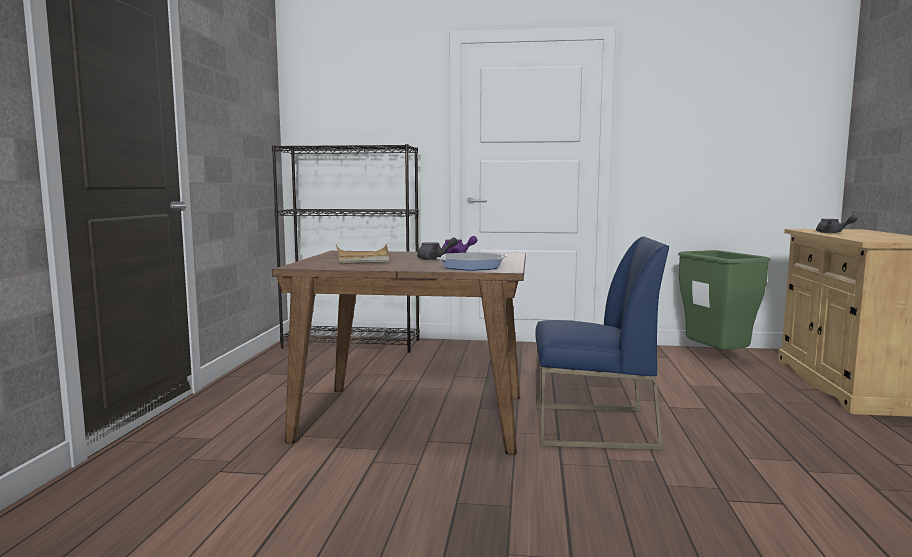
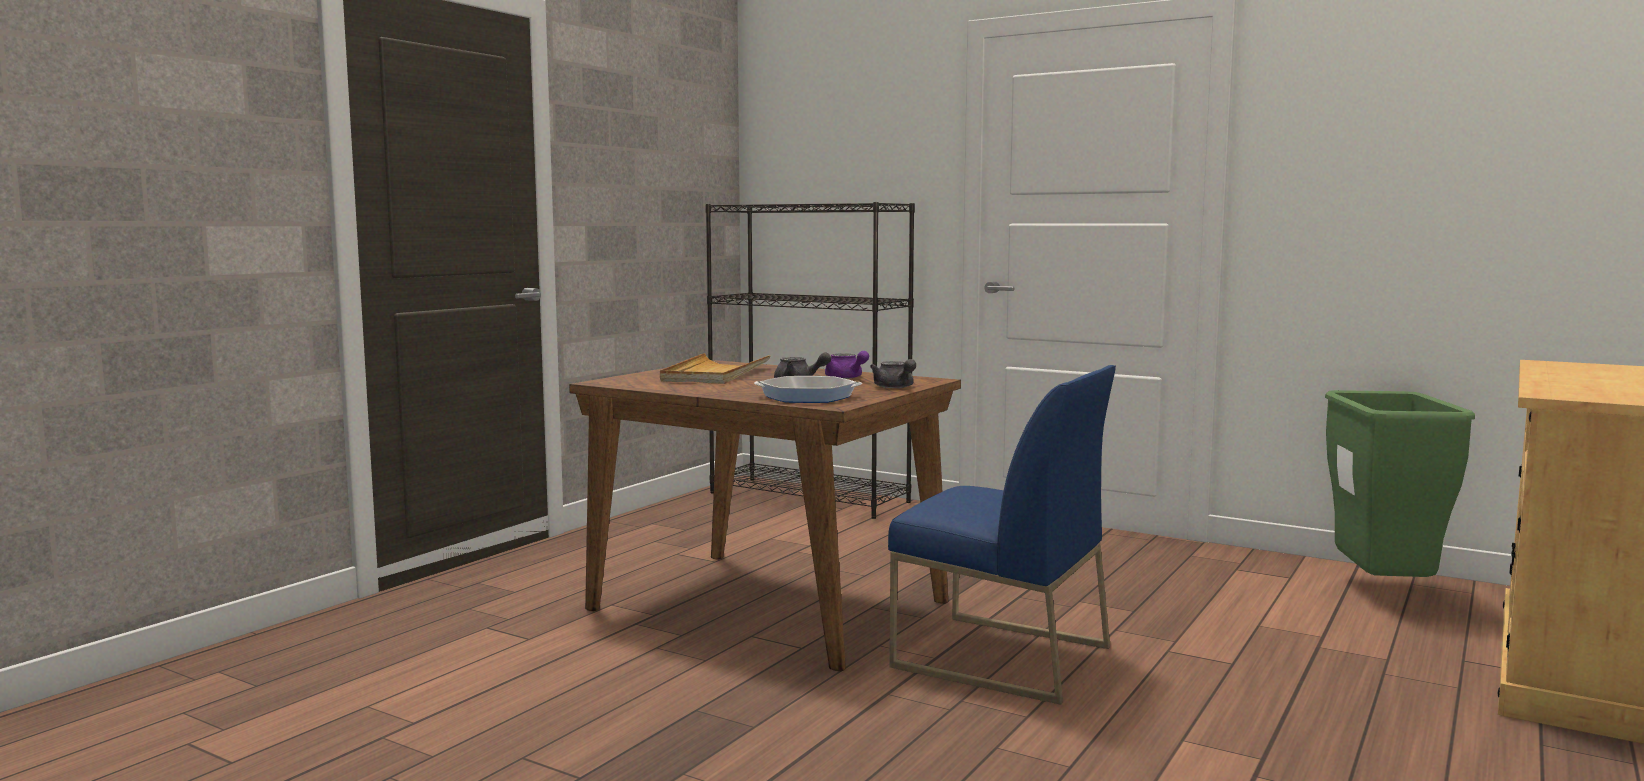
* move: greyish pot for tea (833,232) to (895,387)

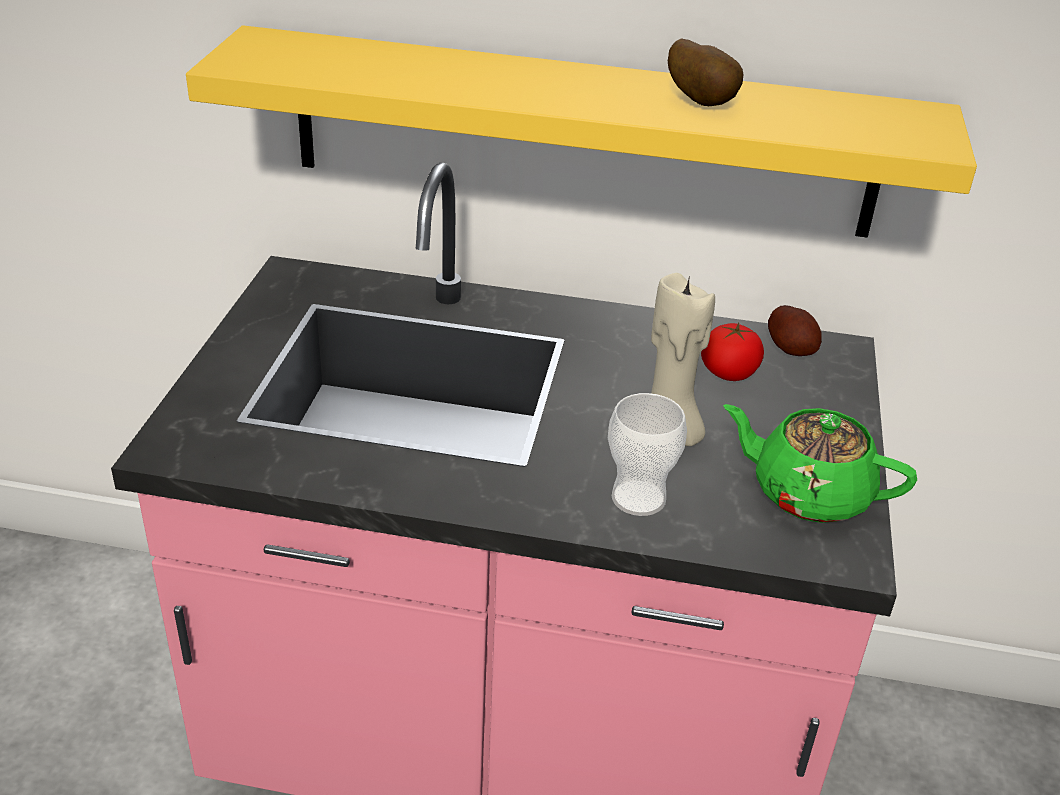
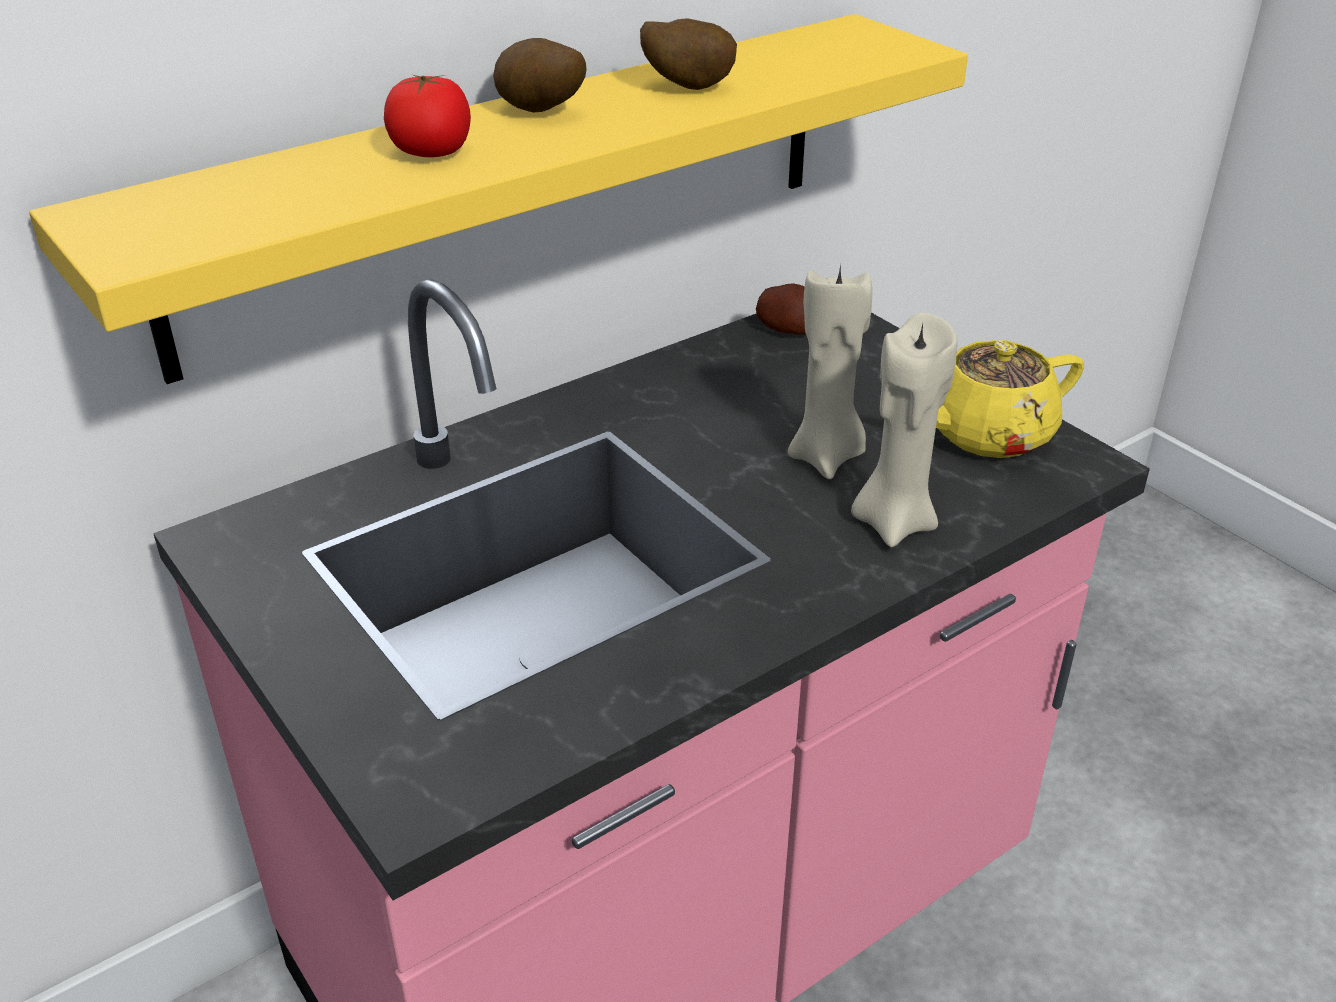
* replace: cup (638,498) to beige-coloured wax candle (894,522)
* move: fresh tomato (728,373) to (431,152)
* recolor: green pot for tea (808,493) to yellowish pot for tea (987,434)
* insert: spud (539,113)

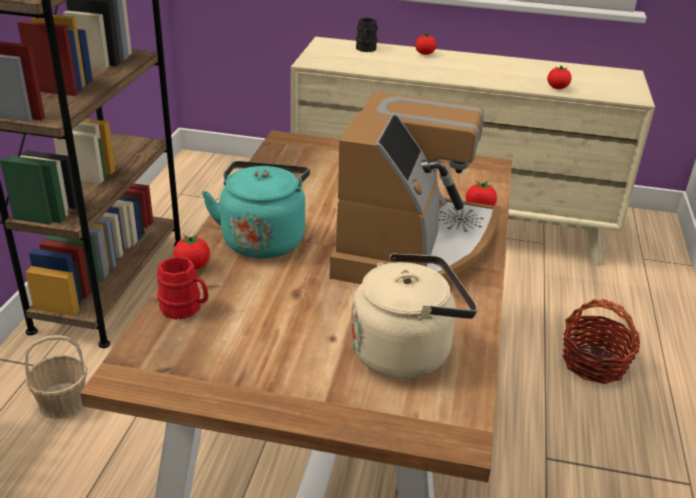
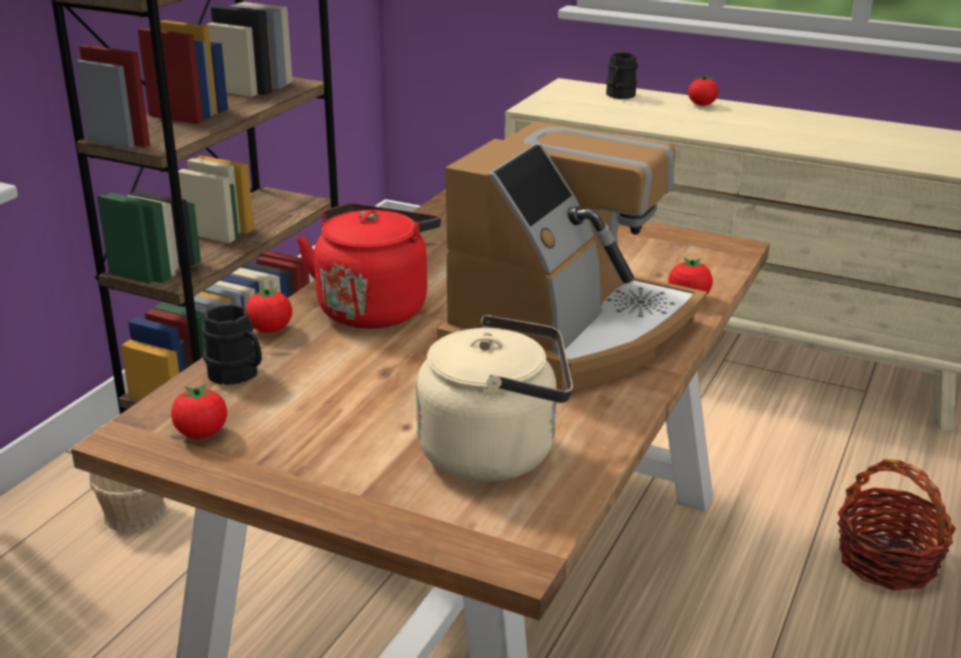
* recolor: red coffee mug (185,309) to black coffee mug (237,375)
* recolor: turquoise tea kettle (263,239) to red tea kettle (374,307)
* move: fresh tomato (557,88) to (202,433)

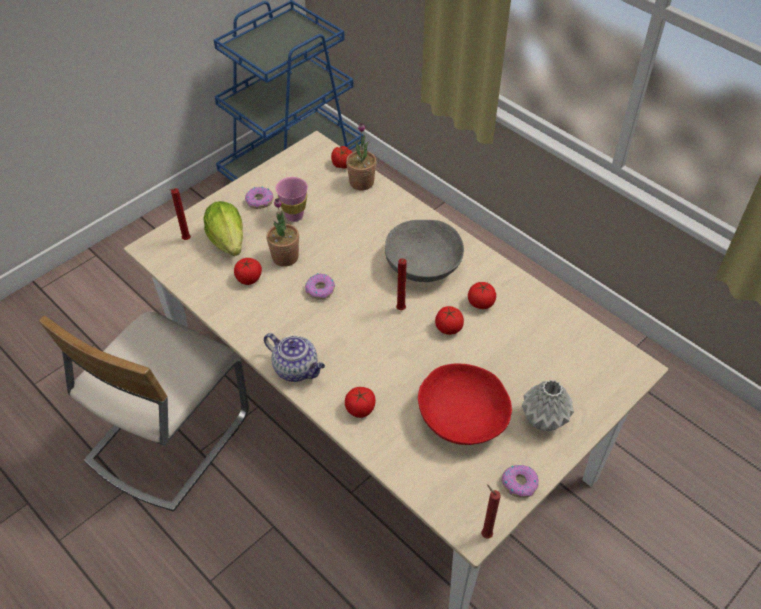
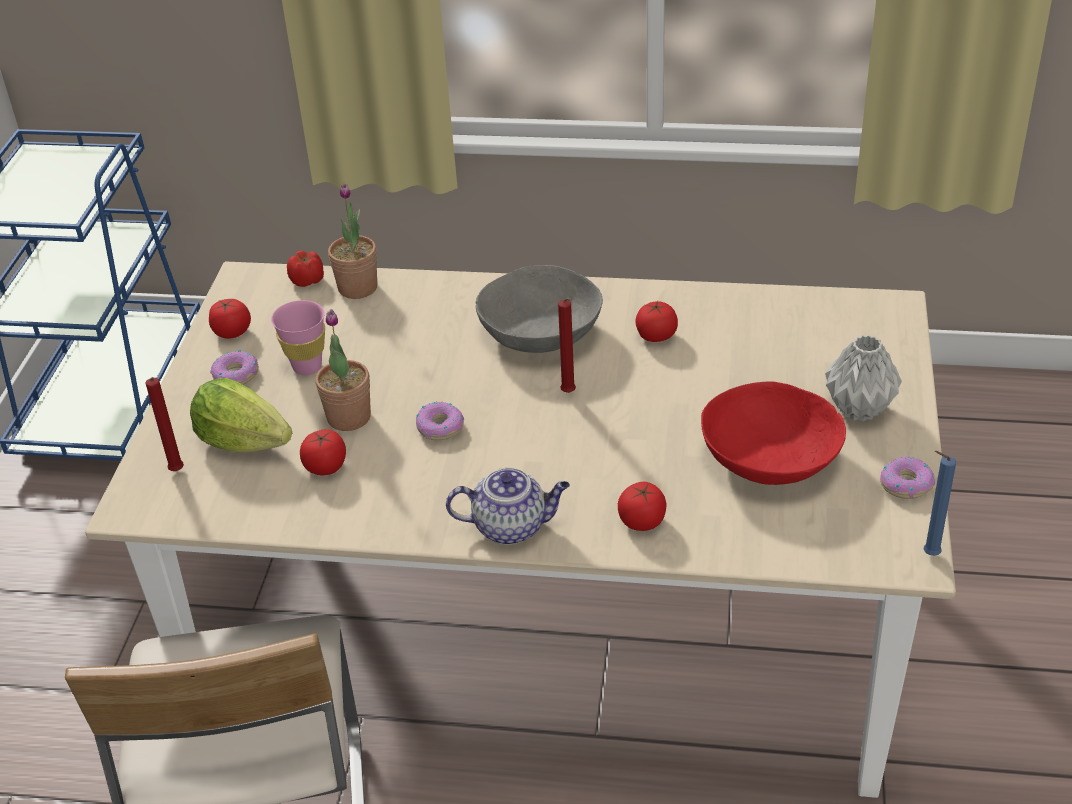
* move: fresh tomato (448,328) to (232,332)
* recolor: red wax candle (485,534) to blue-coloured wax candle (928,554)

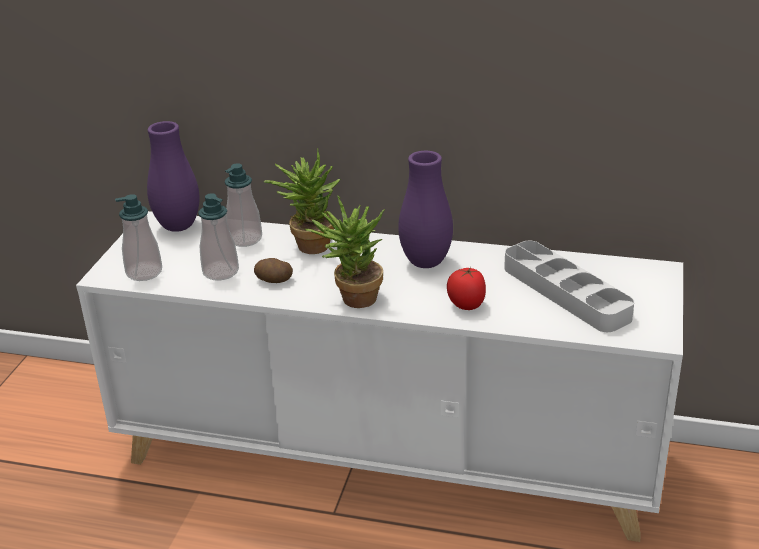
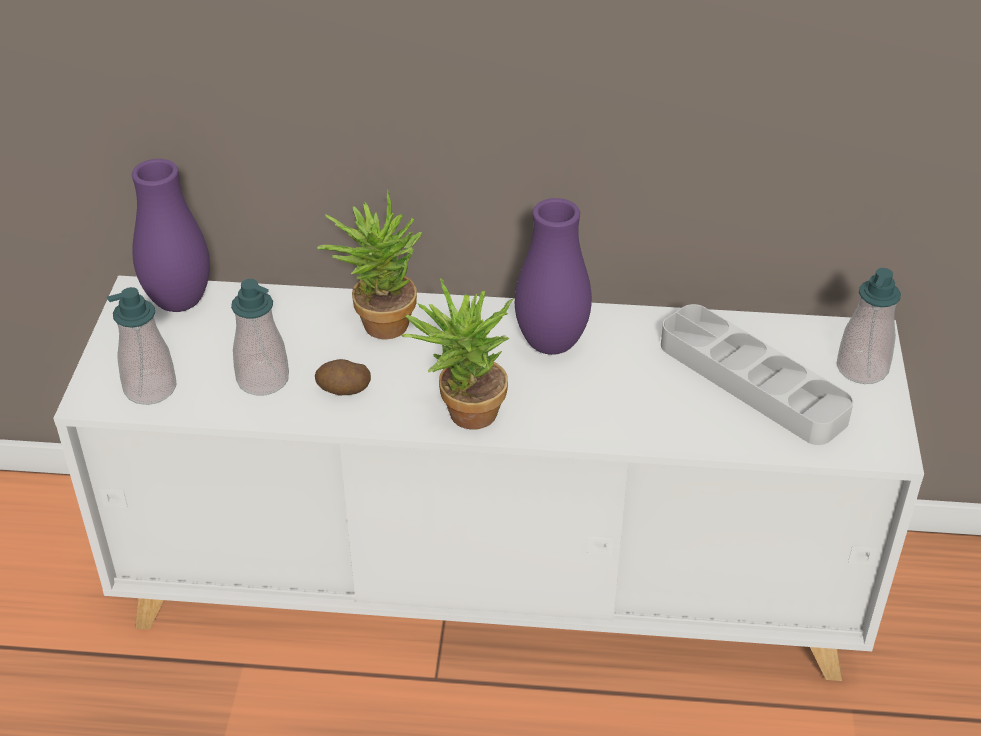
* move: liquid soap bottle (245,239) to (862,368)
* delete: fresh tomato (466,305)

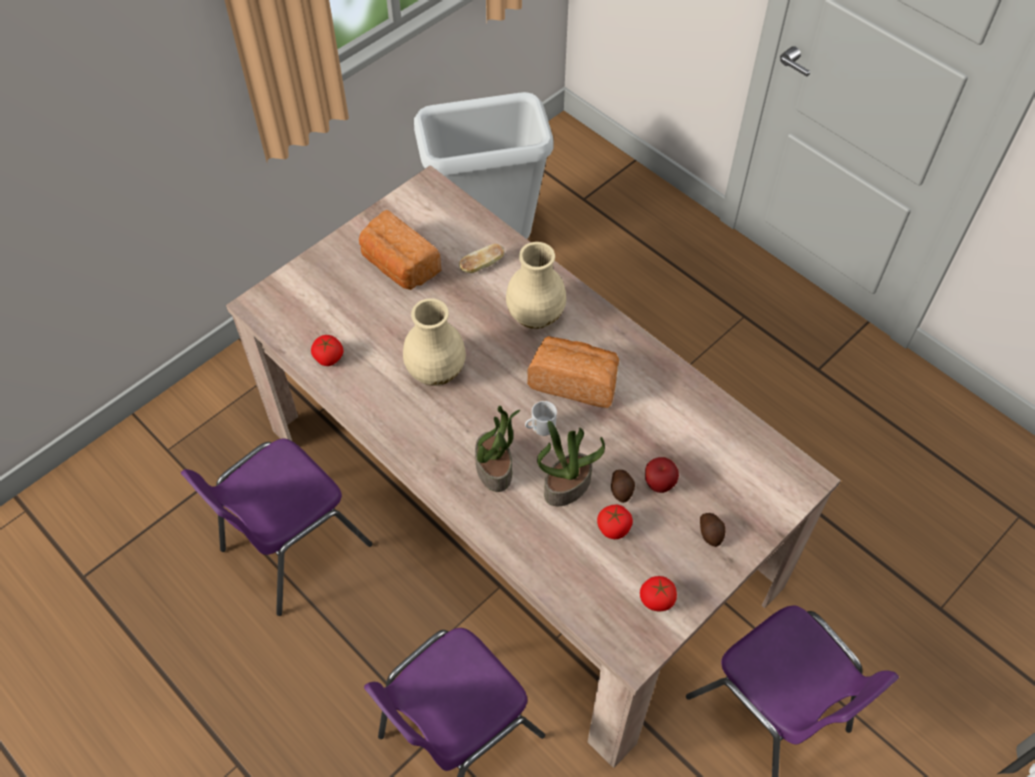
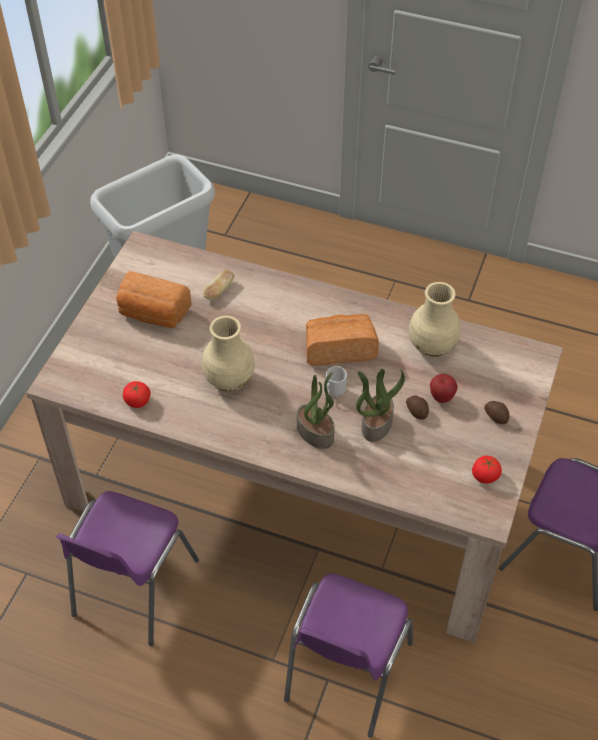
* move: beige-coloured decorative vase (536,315) to (432,346)
* delete: fresh tomato (614,528)

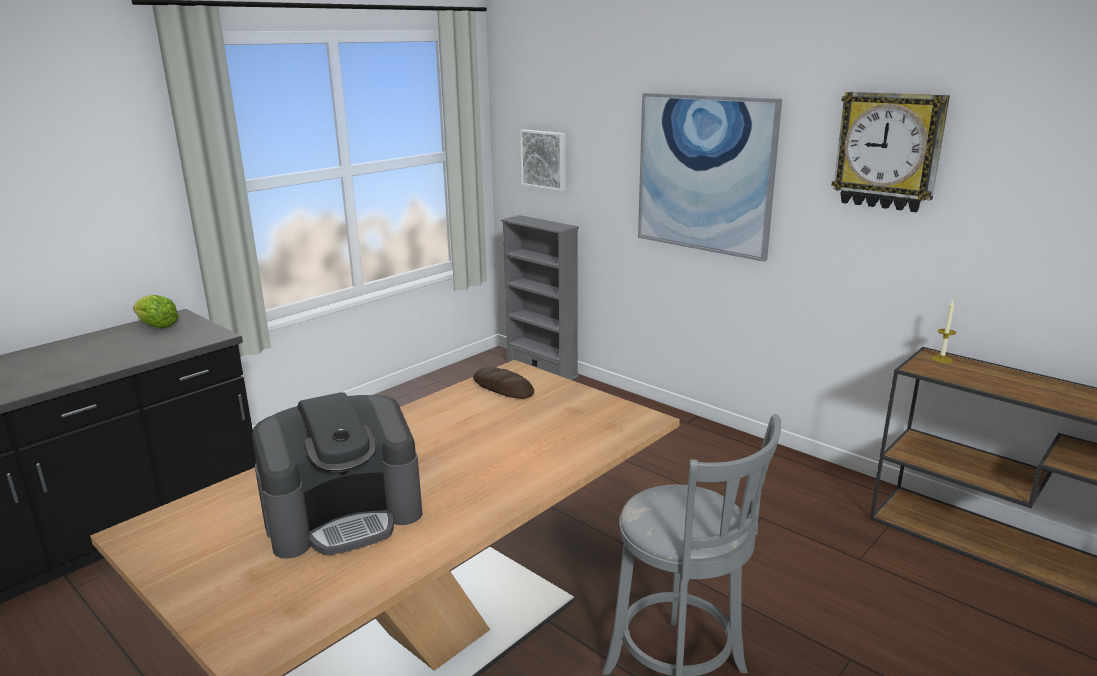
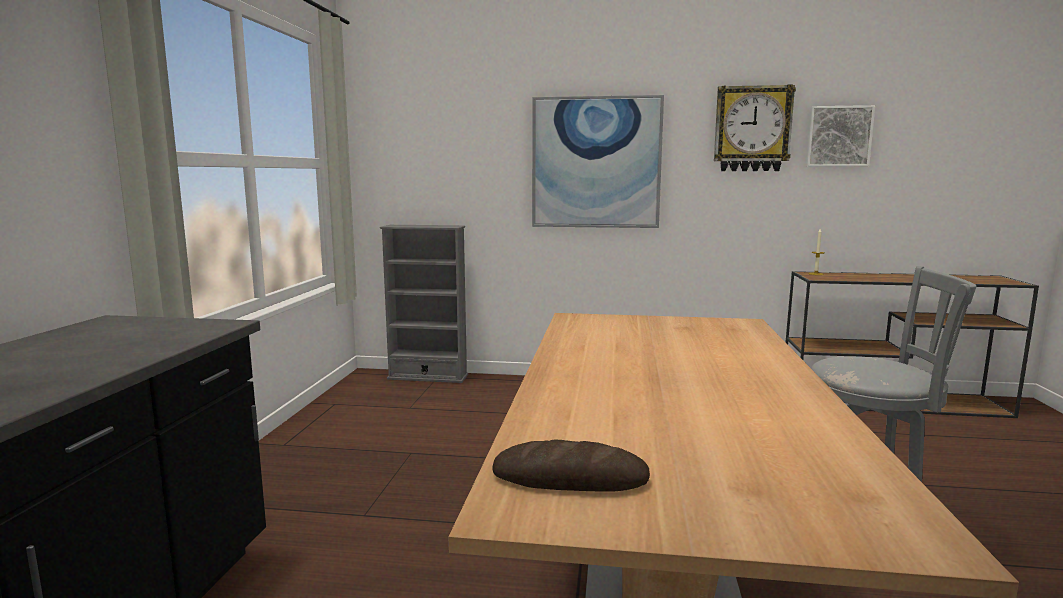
* delete: head of lettuce (156,326)
* delete: coffee brewer (344,515)
* move: bread (503,388) to (569,478)
* move: picture (544,159) to (838,136)

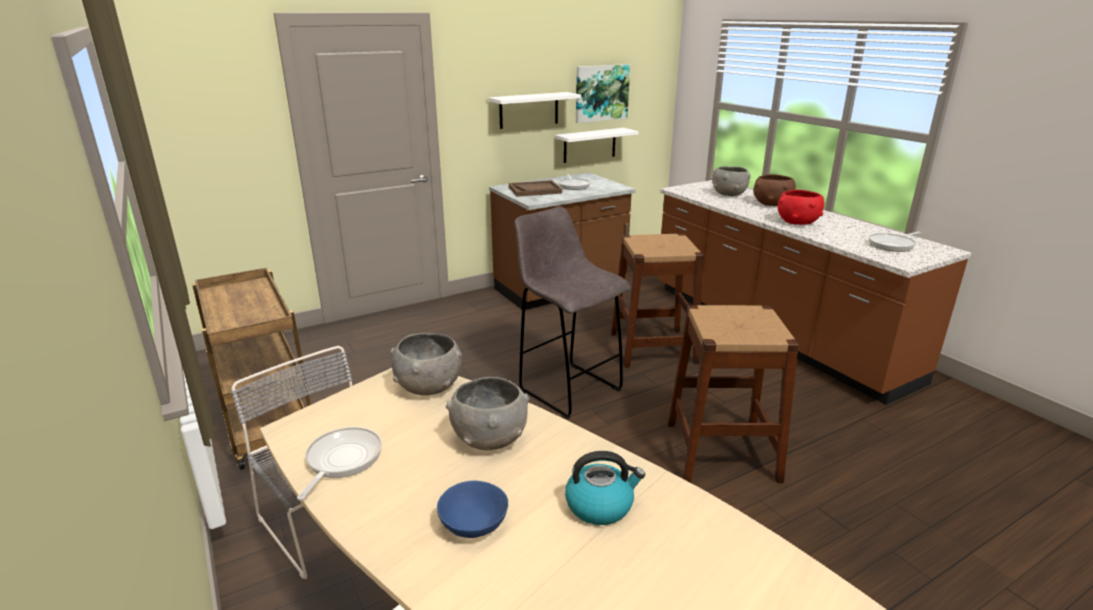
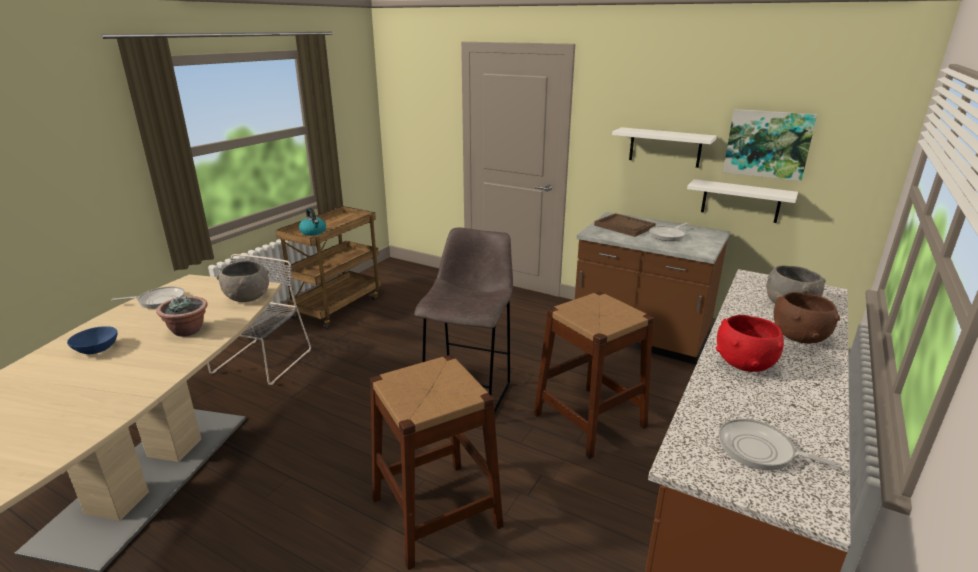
* replace: greyish serving bowl (489,439) to plant in a pot (188,330)
* move: tea kettle (600,505) to (313,232)

